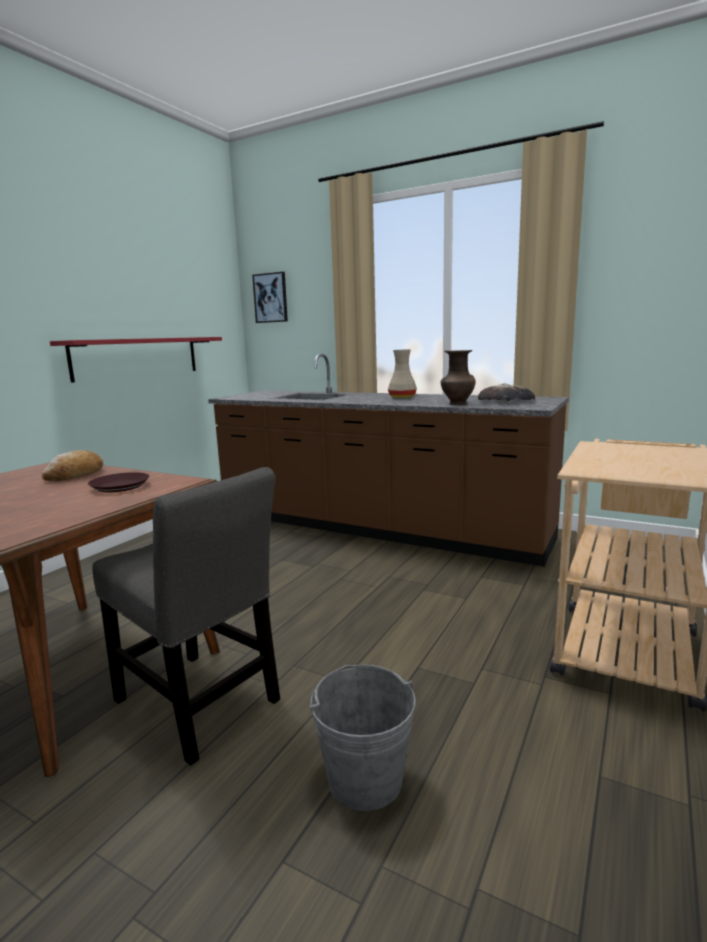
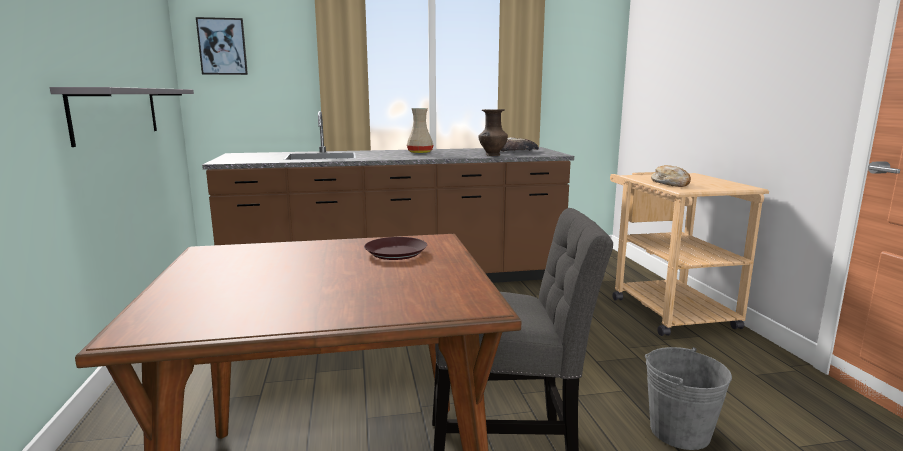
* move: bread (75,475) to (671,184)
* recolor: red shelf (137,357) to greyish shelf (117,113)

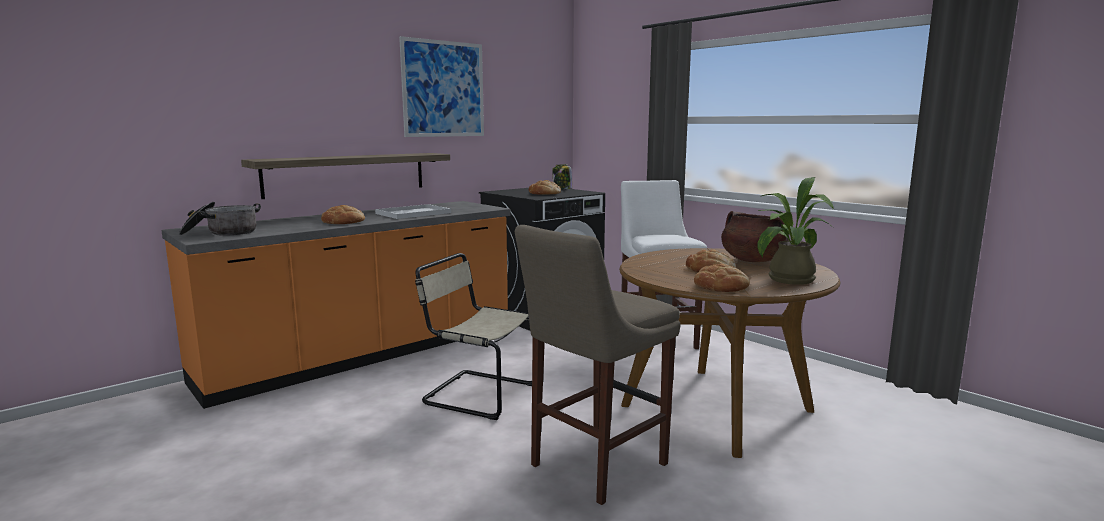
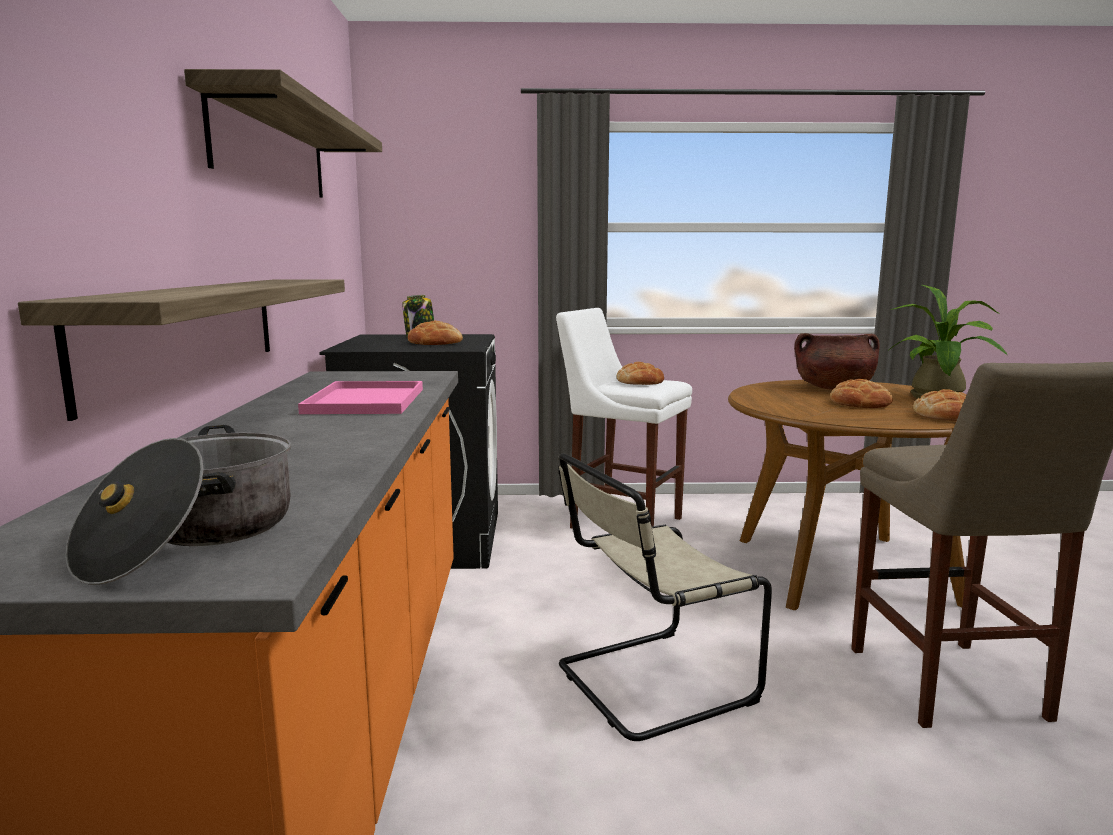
* move: bread (343,222) to (640,382)
* recolor: whitish carrying tray (414,213) to pinkish carrying tray (365,400)
* replace: picture (443,89) to shelf (273,150)

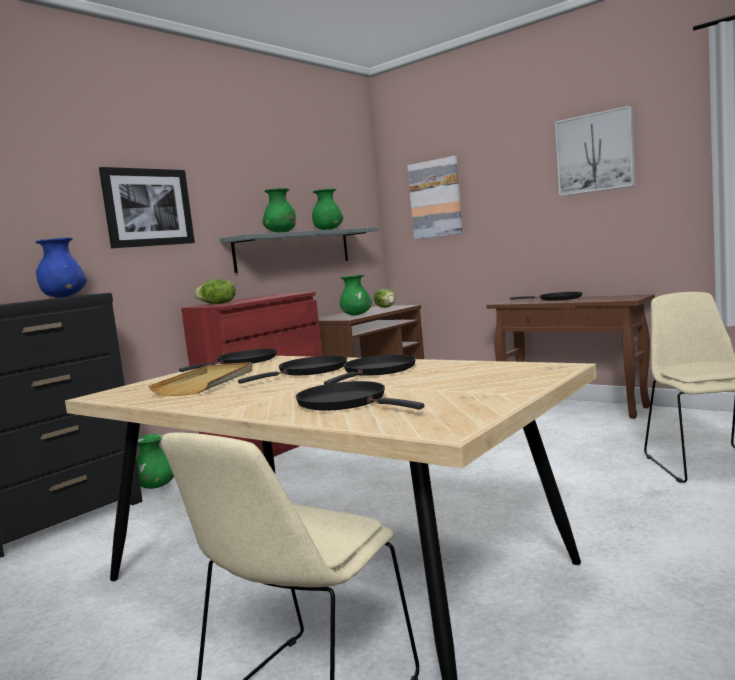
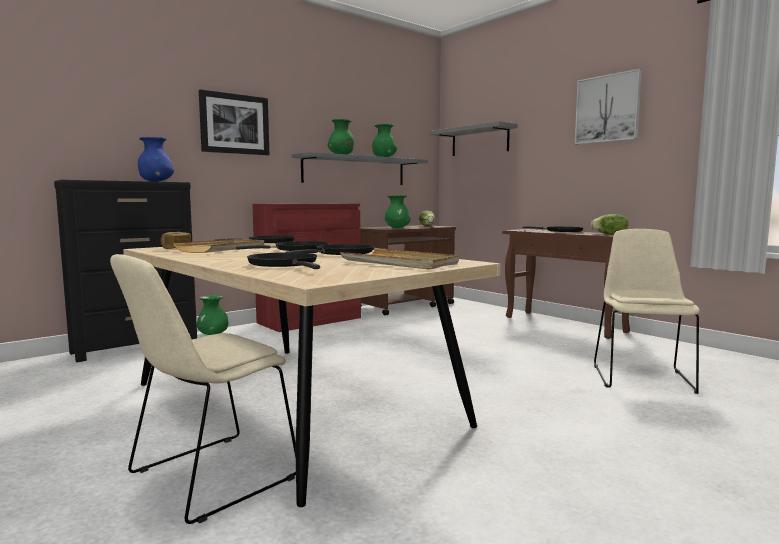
* move: head of lettuce (217,304) to (610,234)
* replace: picture (435,199) to greyish shelf (479,141)
* insert: bread (175,248)
* insert: beige-coloured carrying tray (400,263)

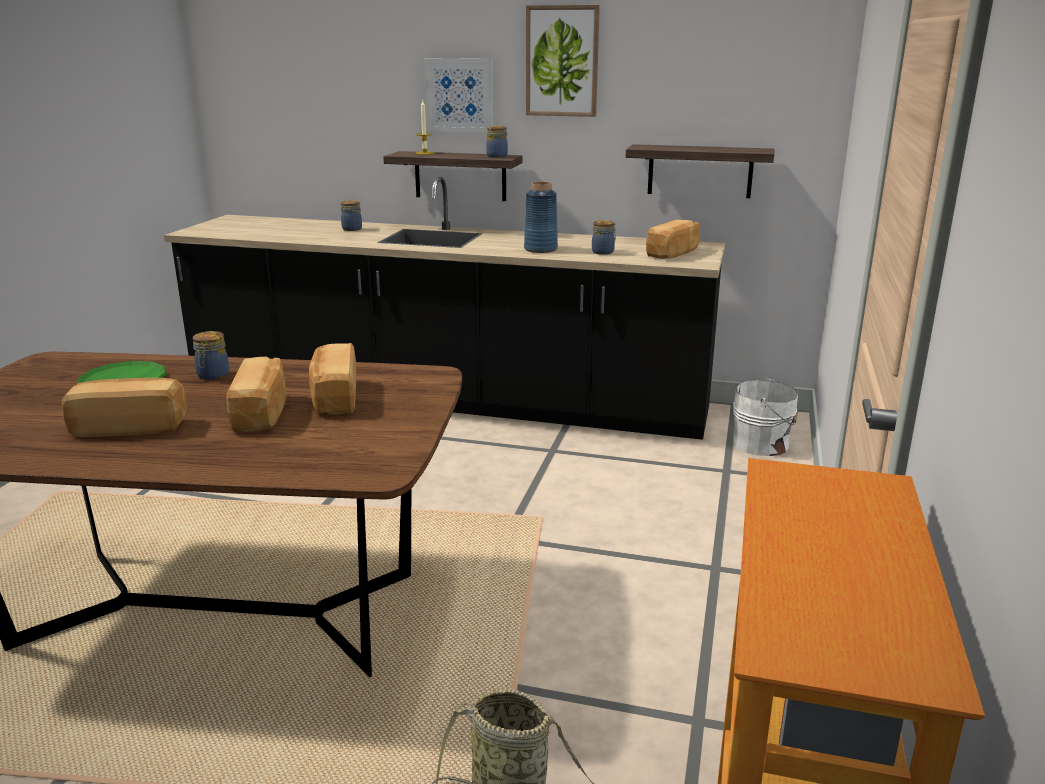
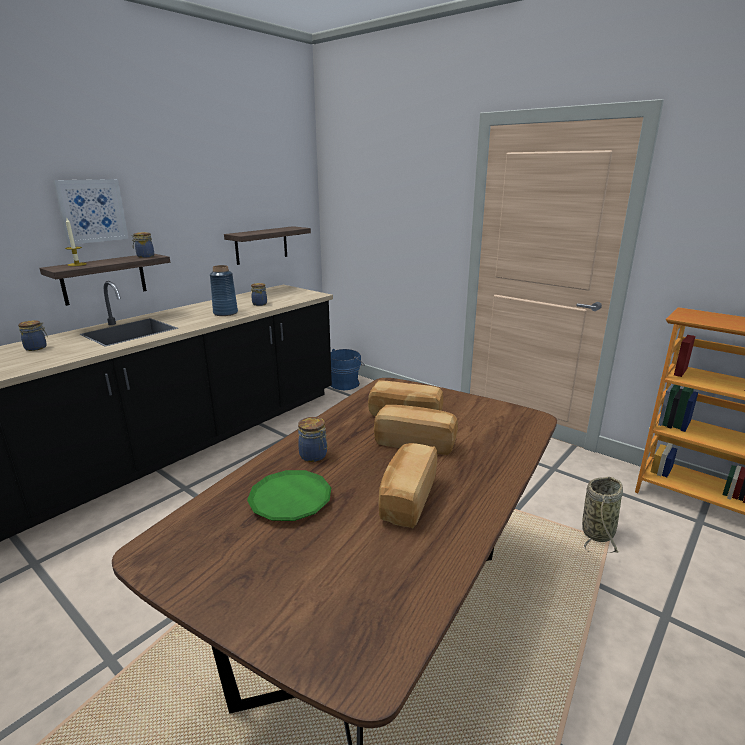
* delete: picture (562,61)
* delete: bread (674,253)
* recolor: whitish pail (763,444) to blue-coloured pail (346,383)

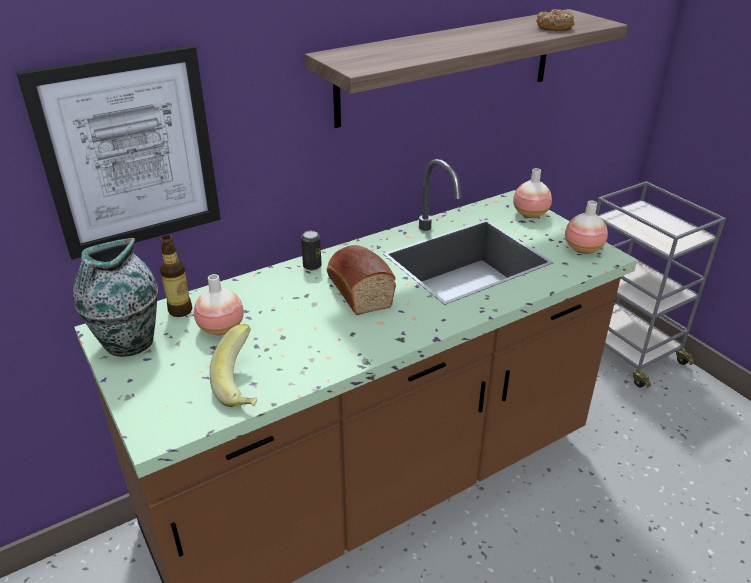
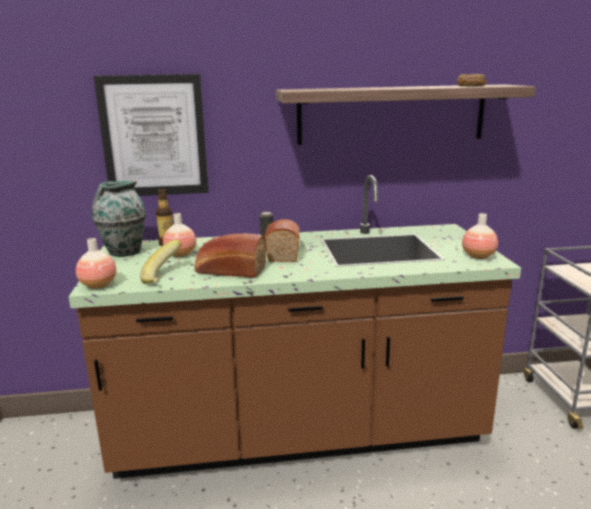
* move: decorative vase (530,214) to (98,285)
* insert: bread (229,270)

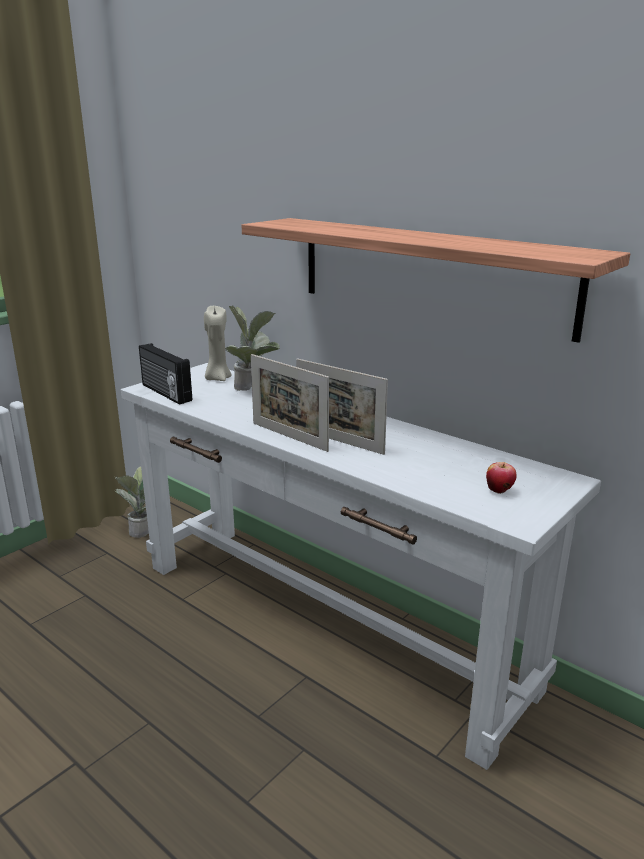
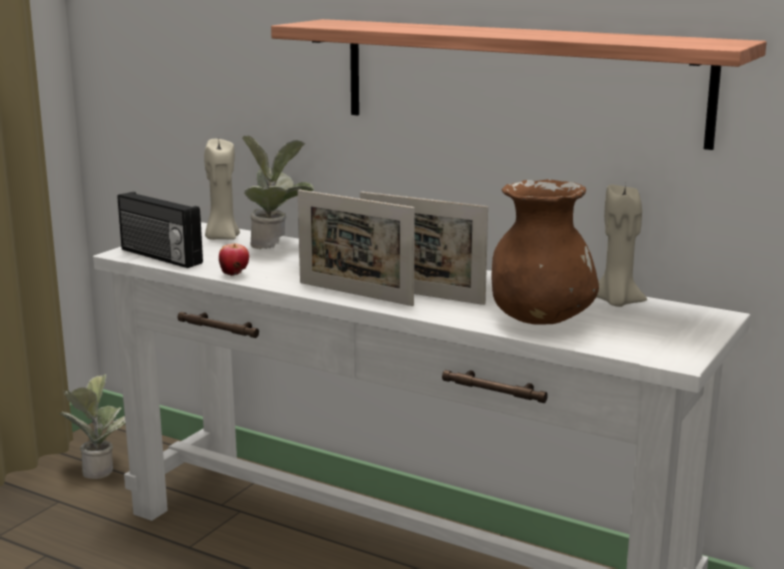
* move: apple fruit (499,491) to (234,275)
* insert: brown decorative vase (540,320)
* insert: beige-coloured wax candle (617,302)

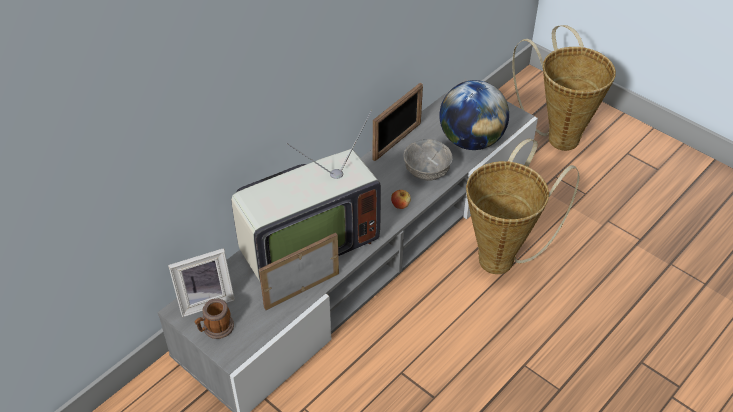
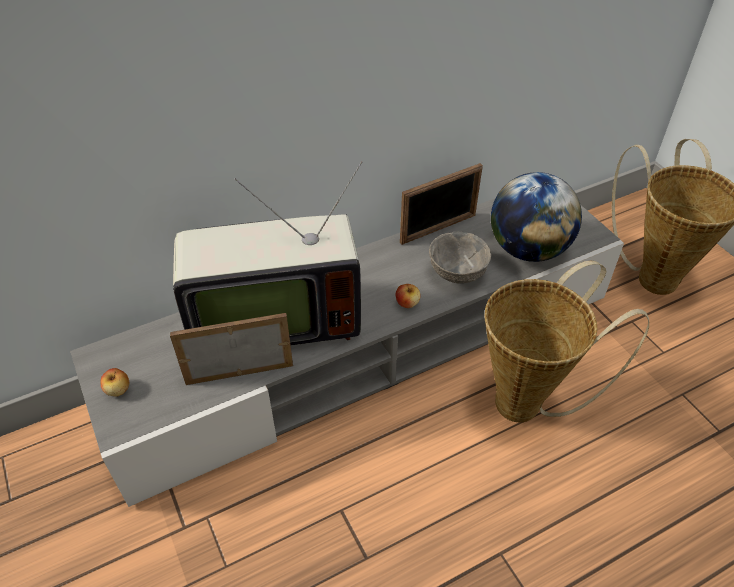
* delete: photo frame (205,300)
* replace: coffee mug (215,328) to apple fruit (118,390)

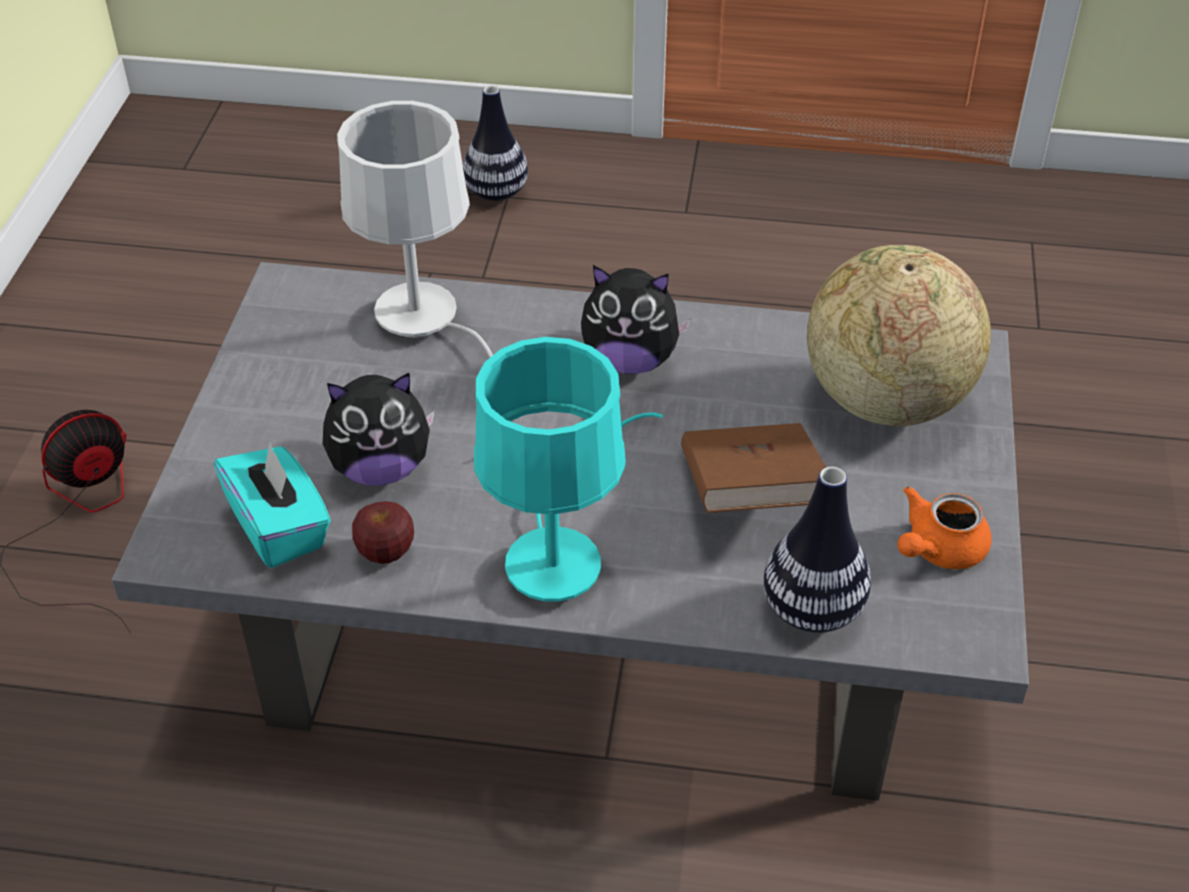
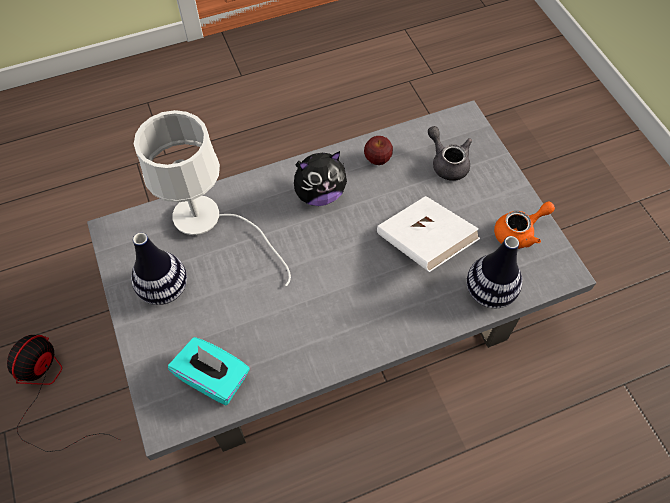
* delete: soft toy (381,468)
* move: apple fruit (386,552) to (377,159)
* move: decorative vase (496,193) to (164,288)
* delete: turquoise table lamp (559,552)
* recolor: brown volume (750,496) to whitish volume (424,244)
* replace: globe (885,400) to greyish pot for tea (447,163)
* rotate: orangey pot for tea (937,549) = (519,232) 135 degrees counterclockwise

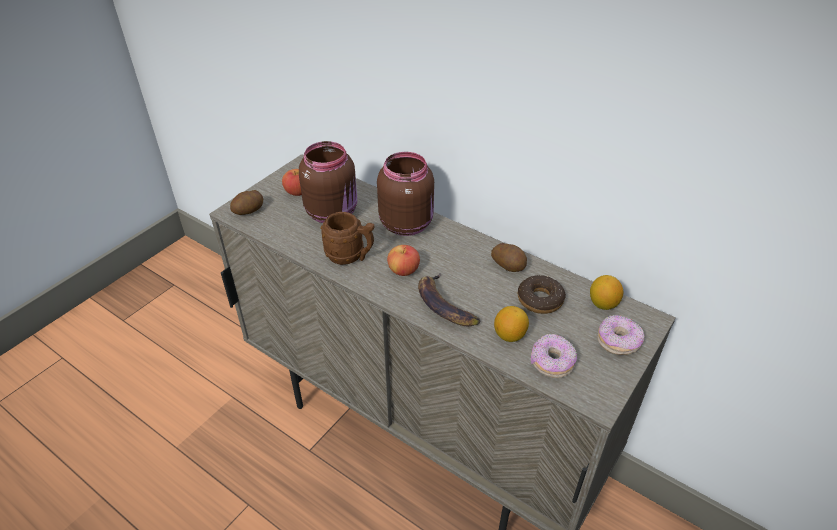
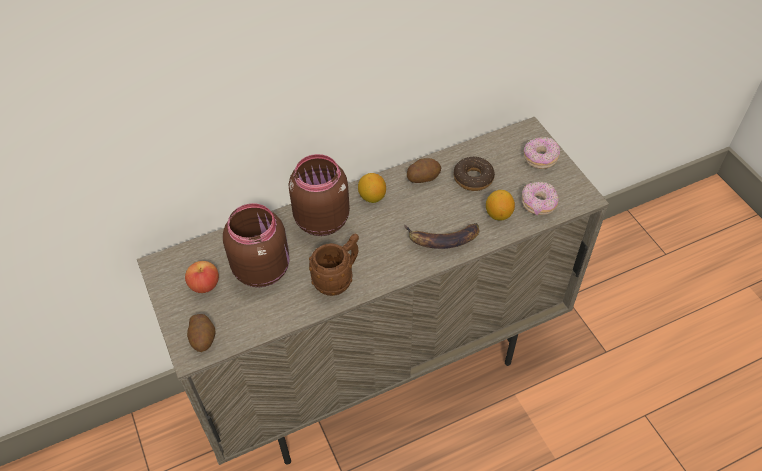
* delete: apple fruit (403,270)
* move: citrus fruit (602,304) to (372,197)

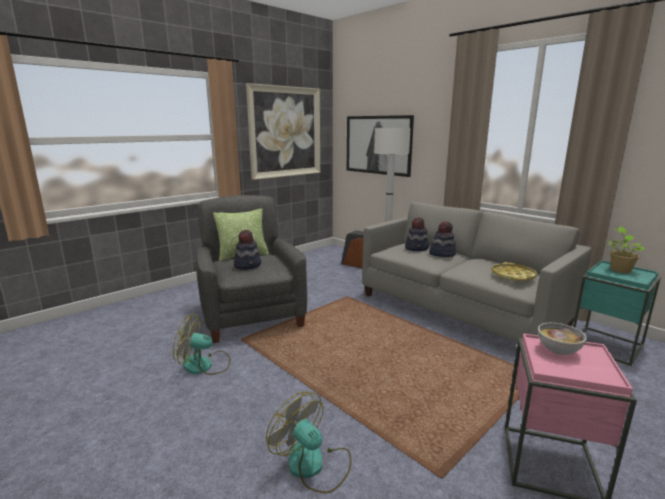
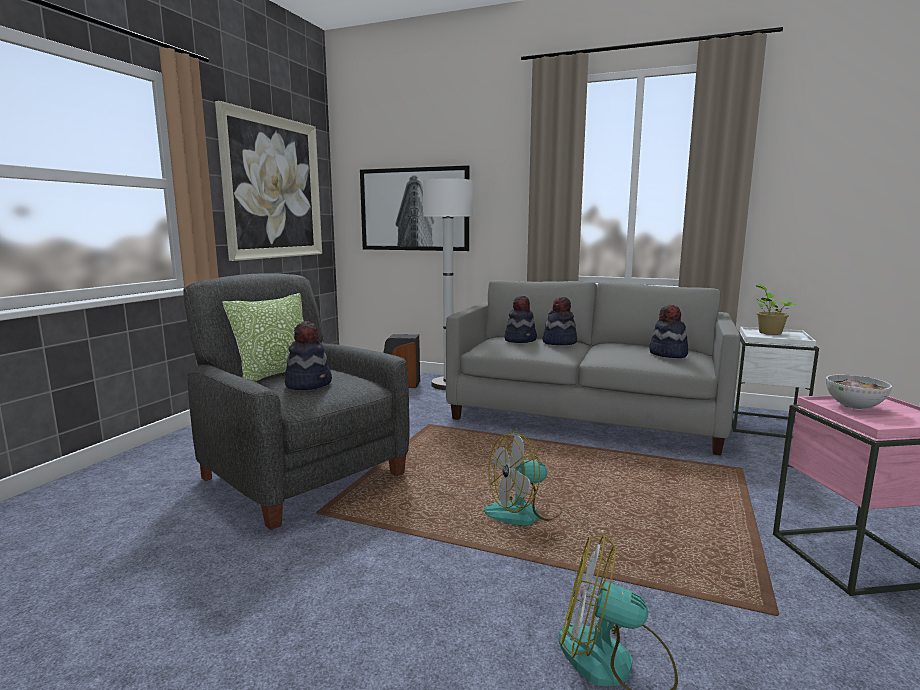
* move: cooling fan (204,365) to (524,513)
* replace: yellowish carrying tray (513,276) to hat (668,354)
* recolor: turquoise accent table (606,345) to whitish accent table (764,425)

